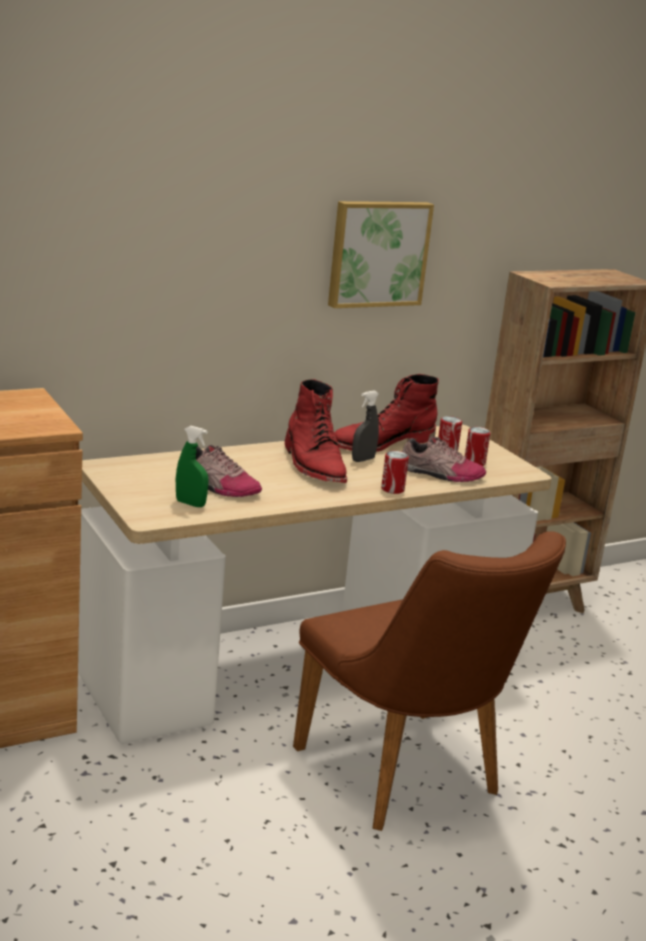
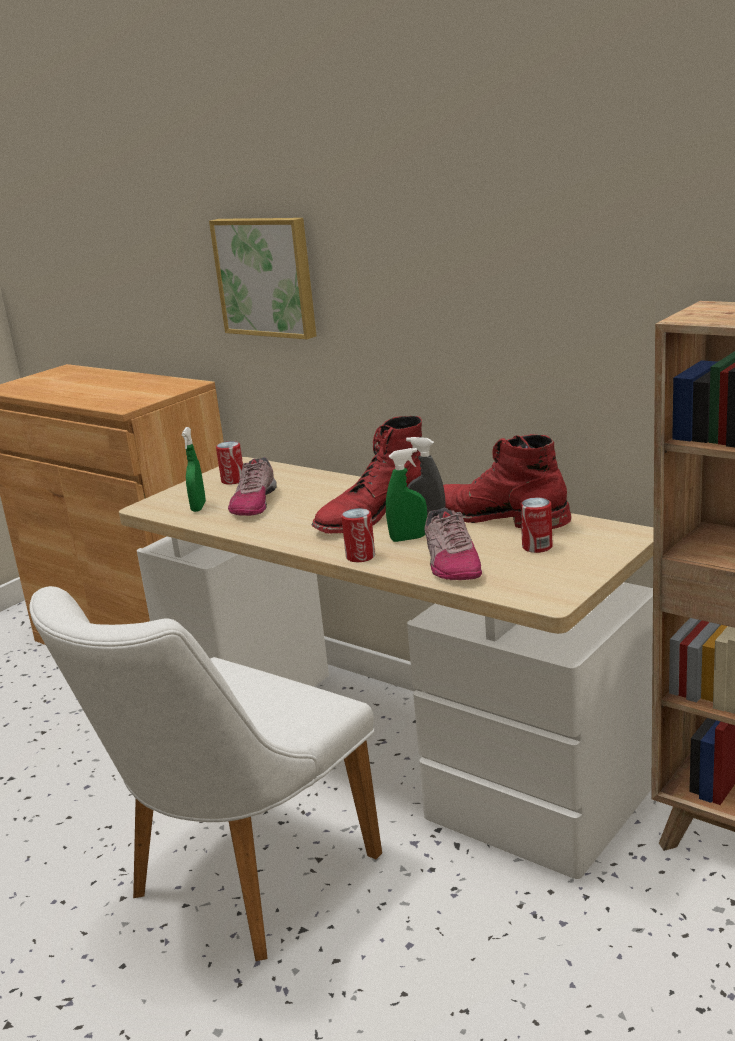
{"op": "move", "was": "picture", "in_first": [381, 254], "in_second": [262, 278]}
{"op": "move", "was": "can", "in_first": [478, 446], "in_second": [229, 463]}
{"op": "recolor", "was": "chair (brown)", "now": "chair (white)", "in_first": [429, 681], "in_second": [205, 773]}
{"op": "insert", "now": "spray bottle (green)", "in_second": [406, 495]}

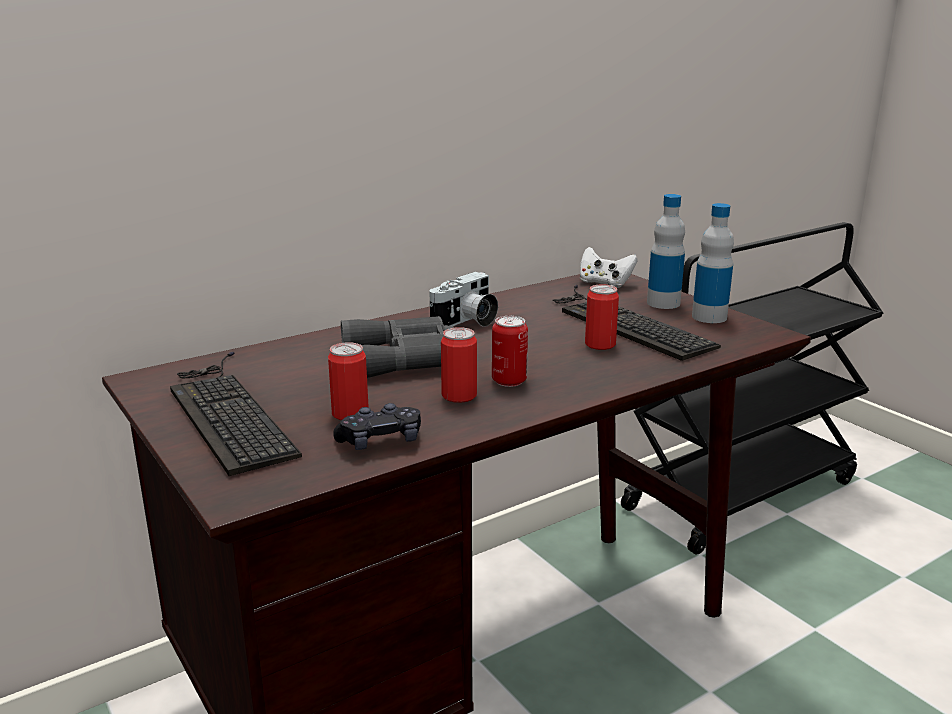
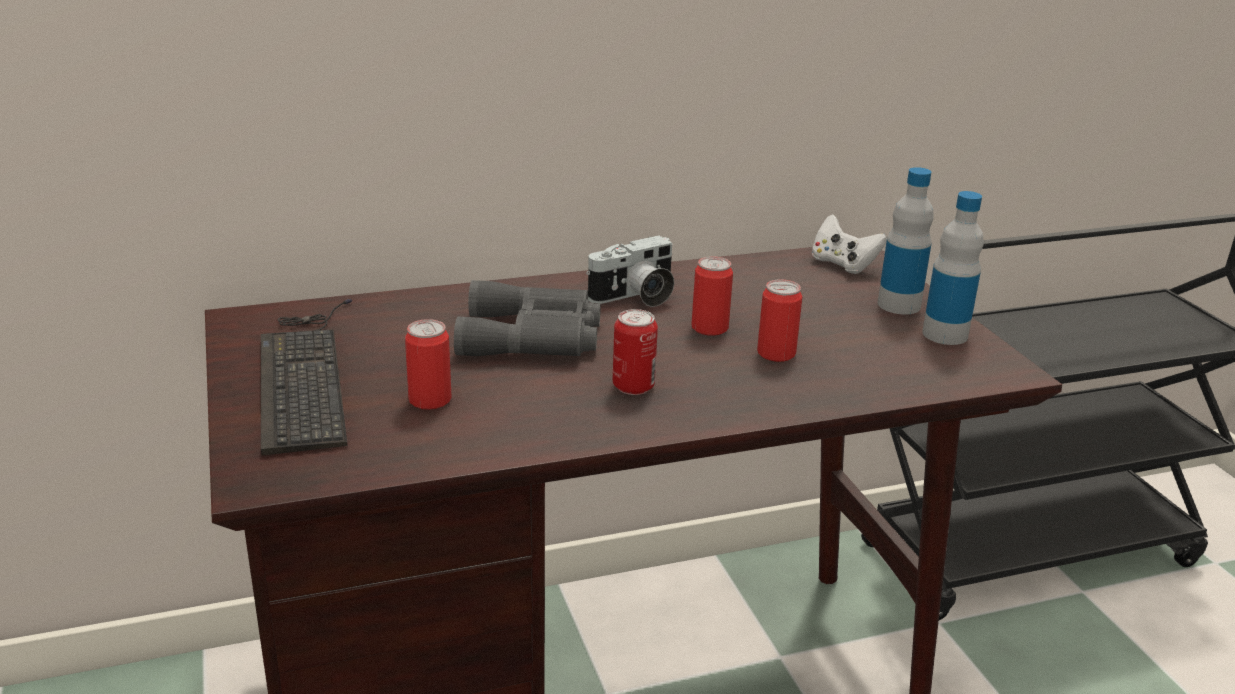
{"op": "delete", "was": "keyboard", "in_first": [636, 323]}
{"op": "move", "was": "can", "in_first": [459, 365], "in_second": [712, 296]}
{"op": "delete", "was": "game controller (black)", "in_first": [377, 426]}

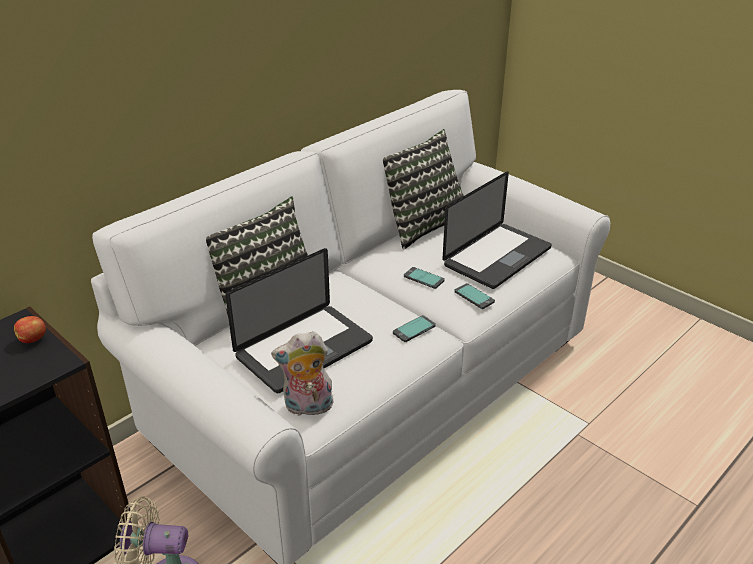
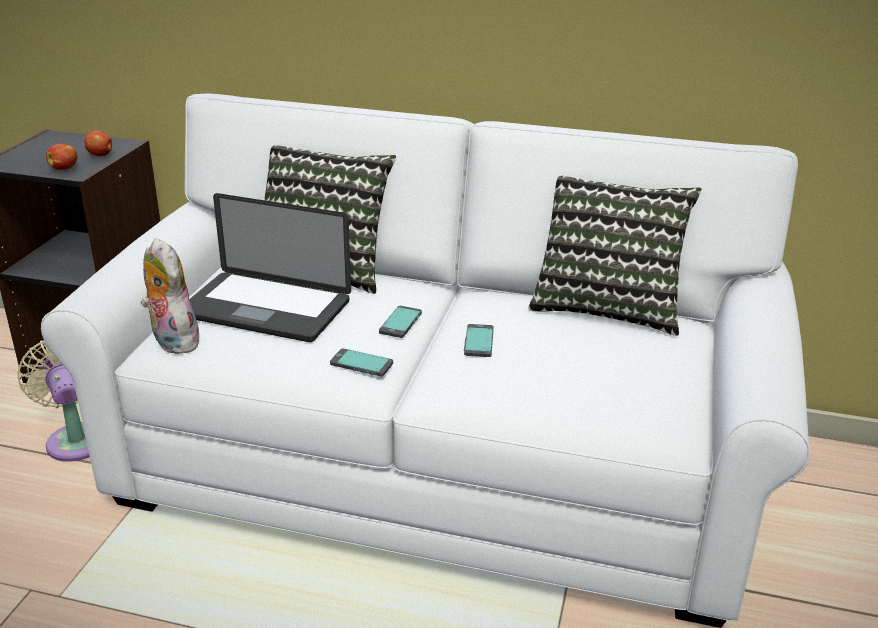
{"op": "delete", "was": "laptop", "in_first": [497, 230]}
{"op": "move", "was": "phone", "in_first": [475, 296], "in_second": [400, 322]}
{"op": "insert", "now": "apple", "in_second": [61, 157]}

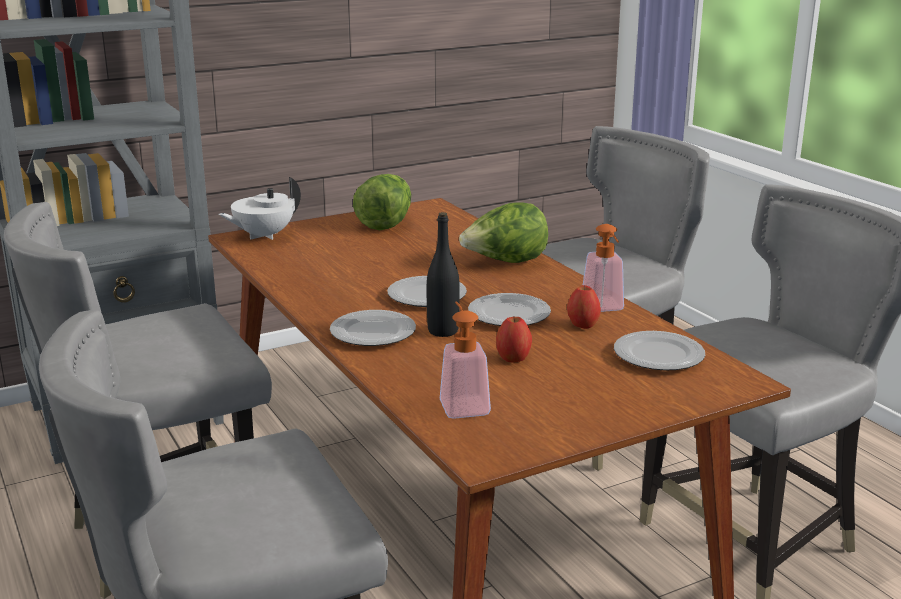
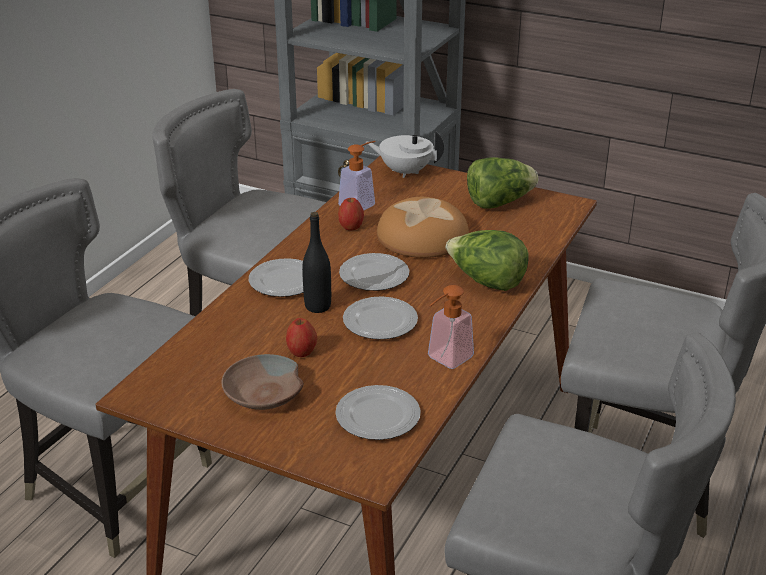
{"op": "move", "was": "apple", "in_first": [584, 307], "in_second": [351, 214]}
{"op": "move", "was": "soap dispenser", "in_first": [465, 360], "in_second": [357, 175]}
{"op": "insert", "now": "bread", "in_second": [423, 227]}
{"op": "insert", "now": "bowl (brown)", "in_second": [262, 382]}

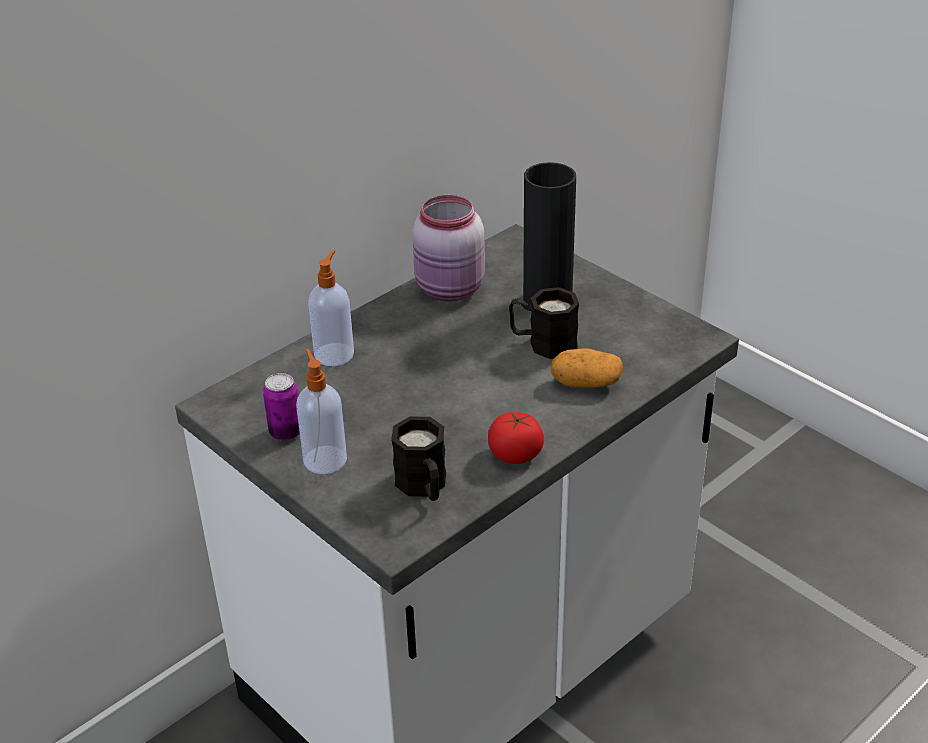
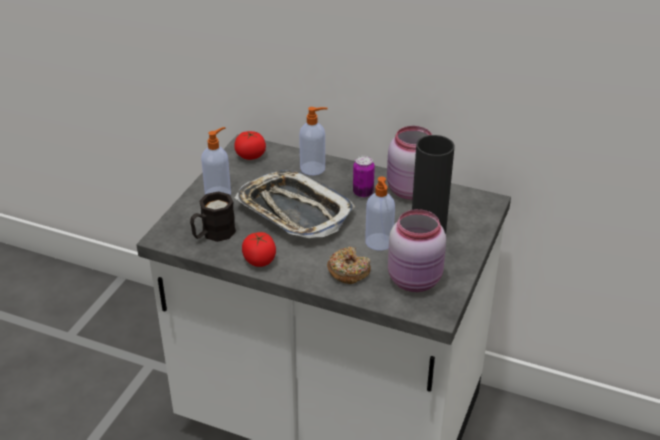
{"op": "replace", "was": "mug (black)", "now": "soap dispenser", "in_first": [544, 323], "in_second": [380, 213]}
{"op": "replace", "was": "potato", "now": "donut", "in_first": [587, 368], "in_second": [349, 265]}
{"op": "move", "was": "can", "in_first": [281, 407], "in_second": [364, 177]}
{"op": "insert", "now": "tomato", "in_second": [250, 145]}
{"op": "insert", "now": "tray", "in_second": [295, 204]}
{"op": "insert", "now": "jar (pink)", "in_second": [417, 250]}

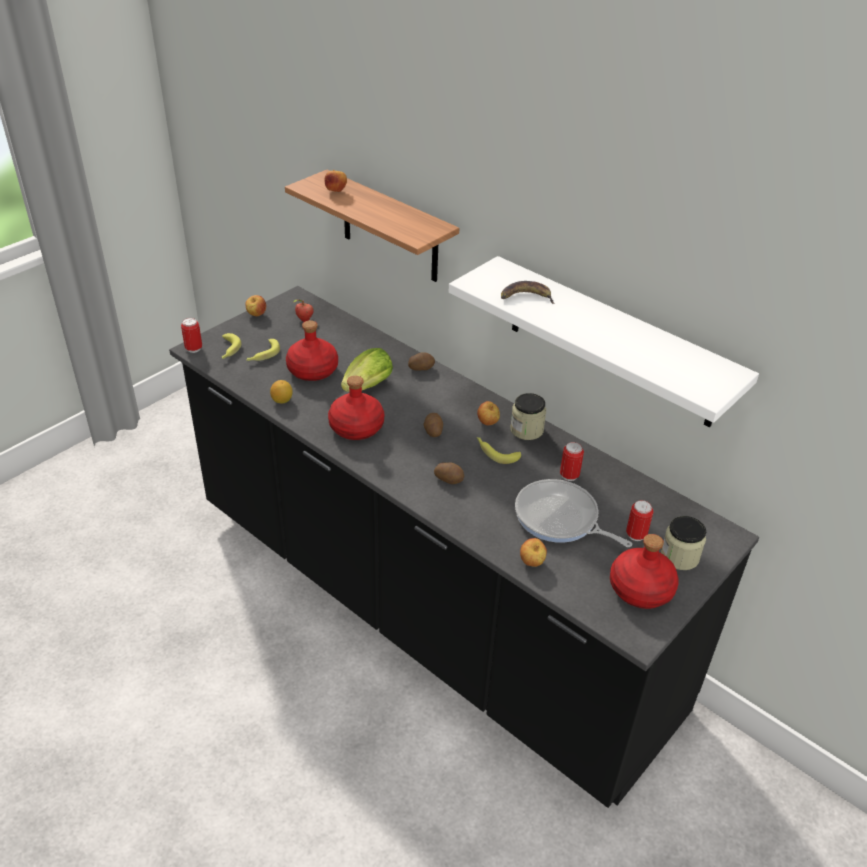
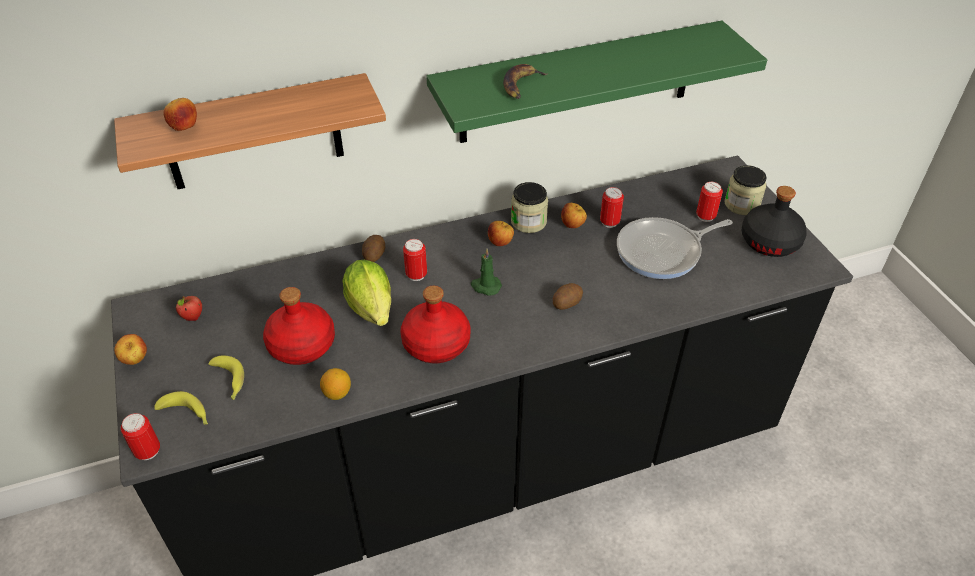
{"op": "recolor", "was": "shelf (white)", "now": "shelf (green)", "in_first": [604, 341], "in_second": [596, 82]}
{"op": "replace", "was": "potato", "now": "candle (green)", "in_first": [433, 425], "in_second": [486, 272]}
{"op": "delete", "was": "banana", "in_first": [499, 450]}
{"op": "recolor", "was": "bottle (red)", "now": "bottle (black)", "in_first": [644, 571], "in_second": [774, 221]}
{"op": "move", "was": "apple", "in_first": [533, 552], "in_second": [574, 215]}
{"op": "insert", "now": "can", "in_second": [415, 260]}

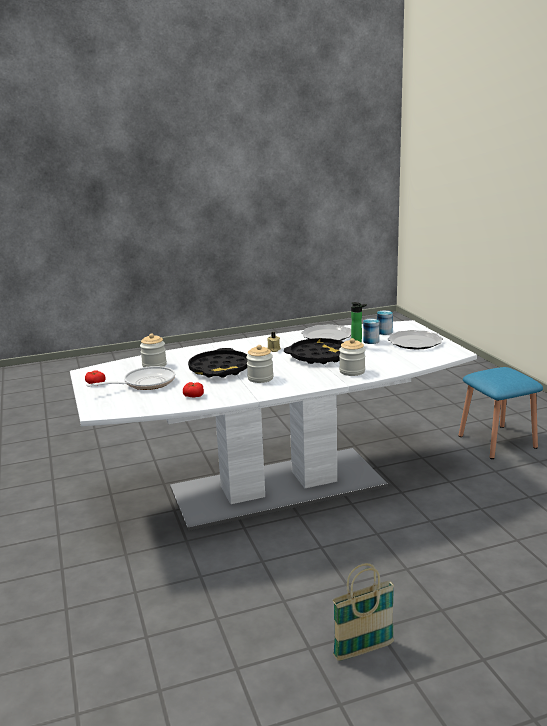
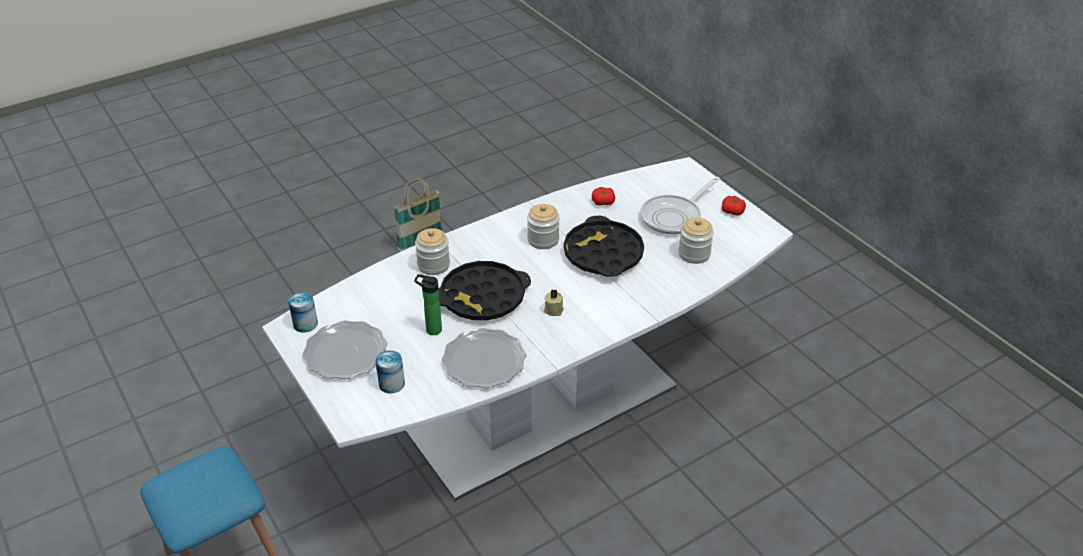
{"op": "move", "was": "can", "in_first": [371, 331], "in_second": [303, 312]}

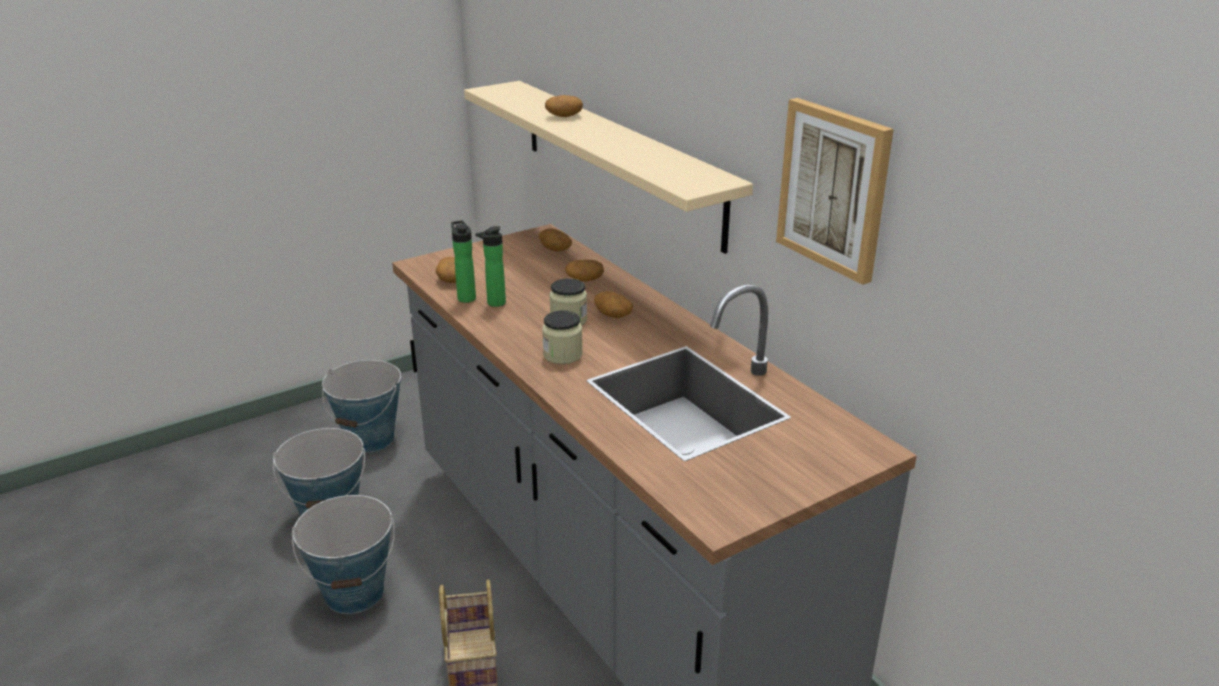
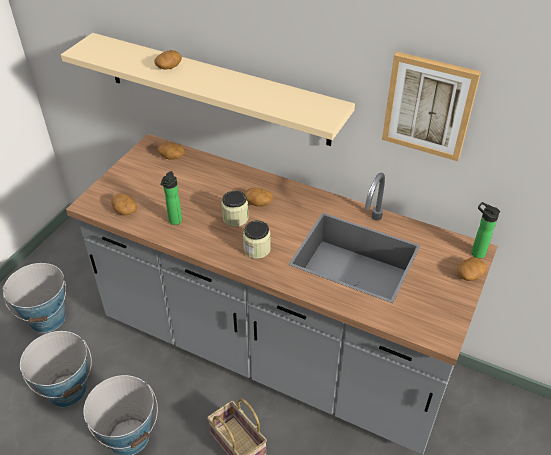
{"op": "move", "was": "bottle", "in_first": [463, 261], "in_second": [485, 230]}
{"op": "move", "was": "potato", "in_first": [584, 270], "in_second": [471, 269]}

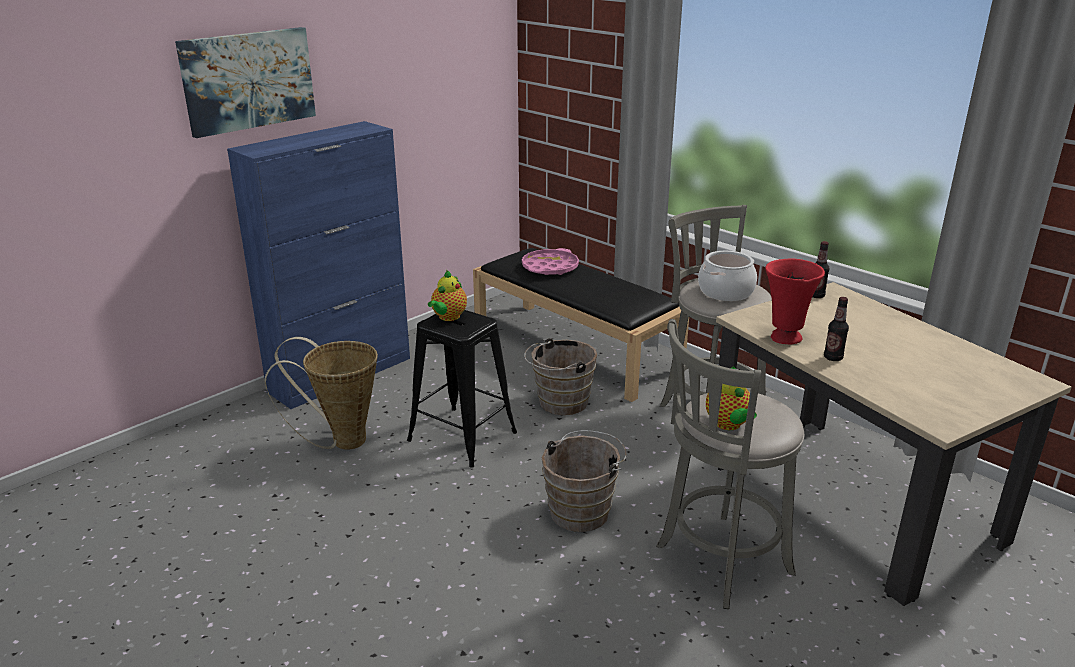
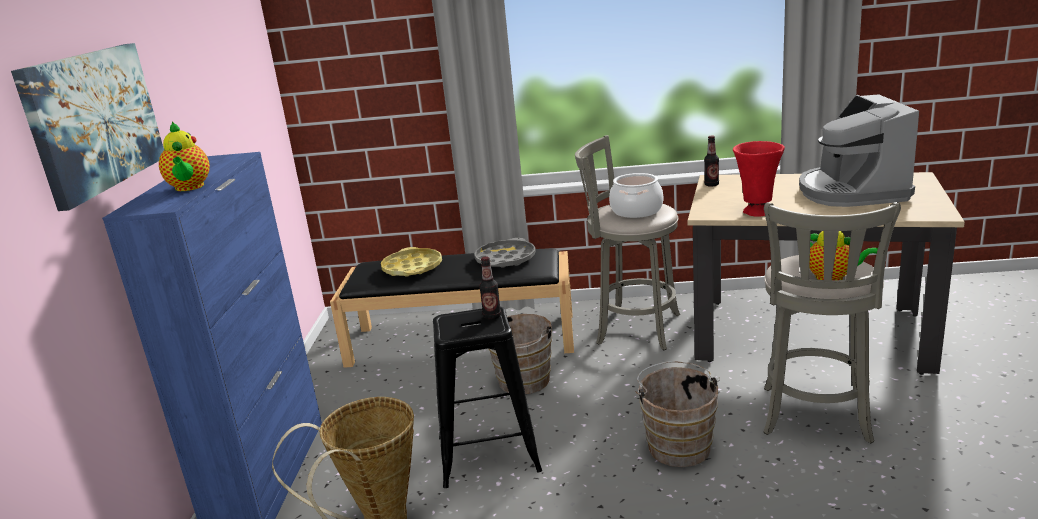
{"op": "recolor", "was": "tray (pink)", "now": "tray (yellow)", "in_first": [550, 261], "in_second": [411, 262]}
{"op": "move", "was": "teapot", "in_first": [447, 295], "in_second": [184, 156]}
{"op": "move", "was": "bottle", "in_first": [836, 329], "in_second": [490, 288]}
{"op": "insert", "now": "coffee machine", "in_second": [859, 150]}
{"op": "insert", "now": "tray (grey)", "in_second": [505, 253]}

